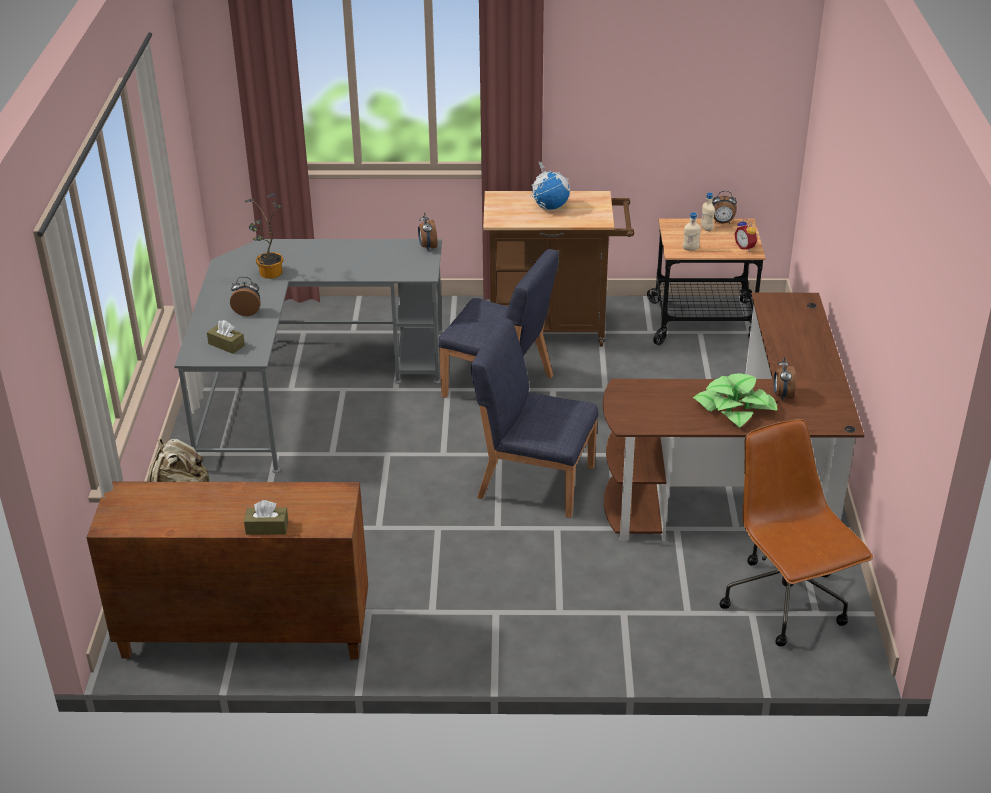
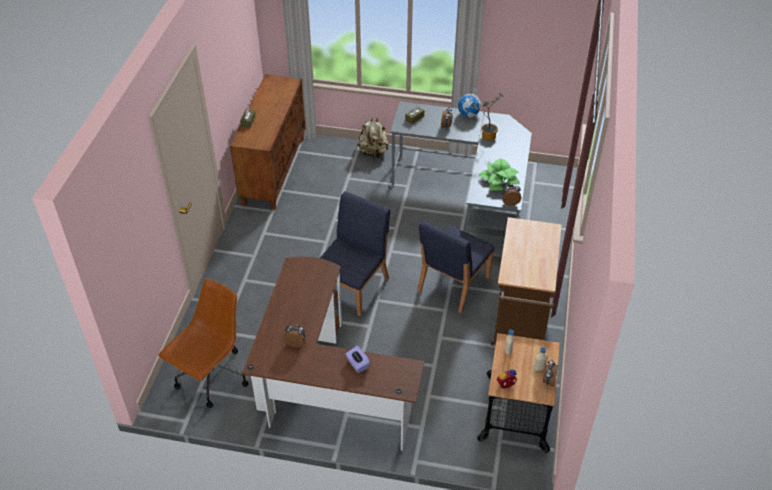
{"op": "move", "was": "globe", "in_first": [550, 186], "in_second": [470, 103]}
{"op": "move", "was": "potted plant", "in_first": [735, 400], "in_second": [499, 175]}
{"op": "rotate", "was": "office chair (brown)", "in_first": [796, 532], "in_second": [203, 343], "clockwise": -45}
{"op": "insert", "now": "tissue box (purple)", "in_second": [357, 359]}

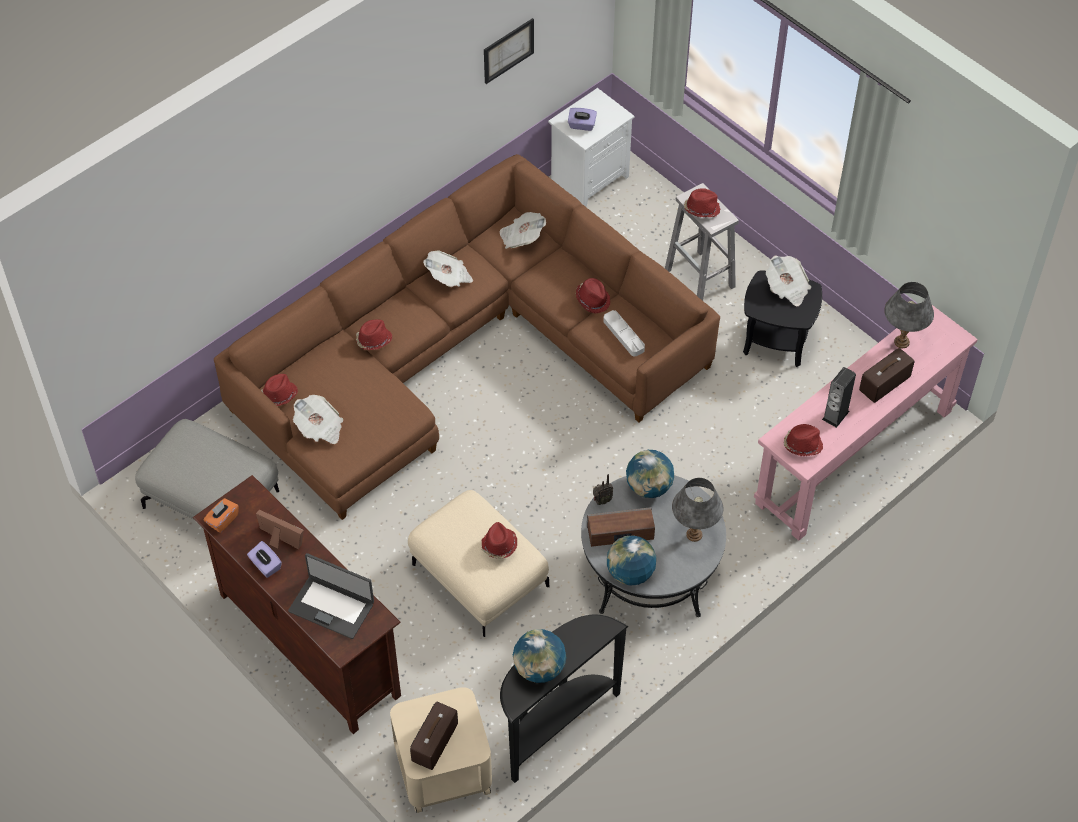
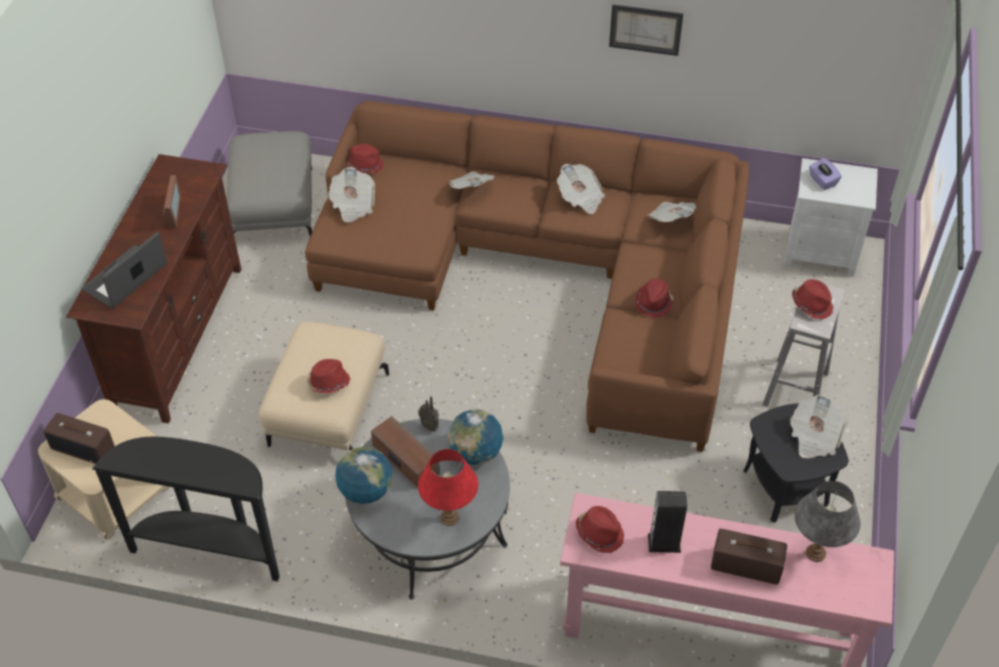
{"op": "move", "was": "picture", "in_first": [509, 51], "in_second": [646, 30]}
{"op": "delete", "was": "tray (grey)", "in_first": [624, 333]}
{"op": "replace", "was": "hat (red)", "now": "newspaper", "in_first": [374, 334], "in_second": [471, 180]}
{"op": "recolor", "was": "table lamp (grey)", "now": "table lamp (red)", "in_first": [697, 510], "in_second": [448, 487]}
{"op": "delete", "was": "tissue box (orange)", "in_first": [221, 515]}
{"op": "delete", "was": "tissue box (purple)", "in_first": [264, 559]}
{"op": "rotate", "was": "laptop", "in_first": [331, 596], "in_second": [124, 270], "clockwise": 45}
{"op": "delete", "was": "globe", "in_first": [539, 656]}
{"op": "rotate", "was": "radio", "in_first": [434, 736], "in_second": [79, 438], "clockwise": -150}

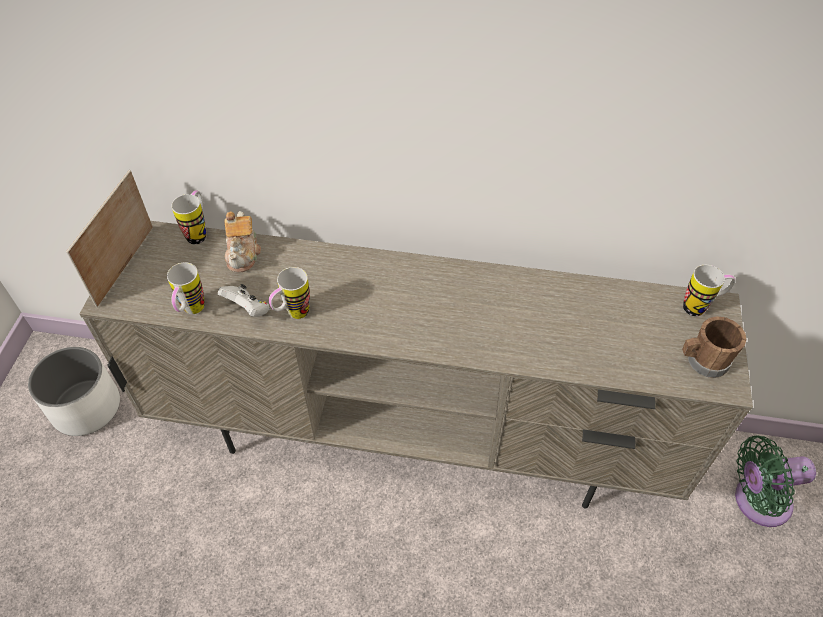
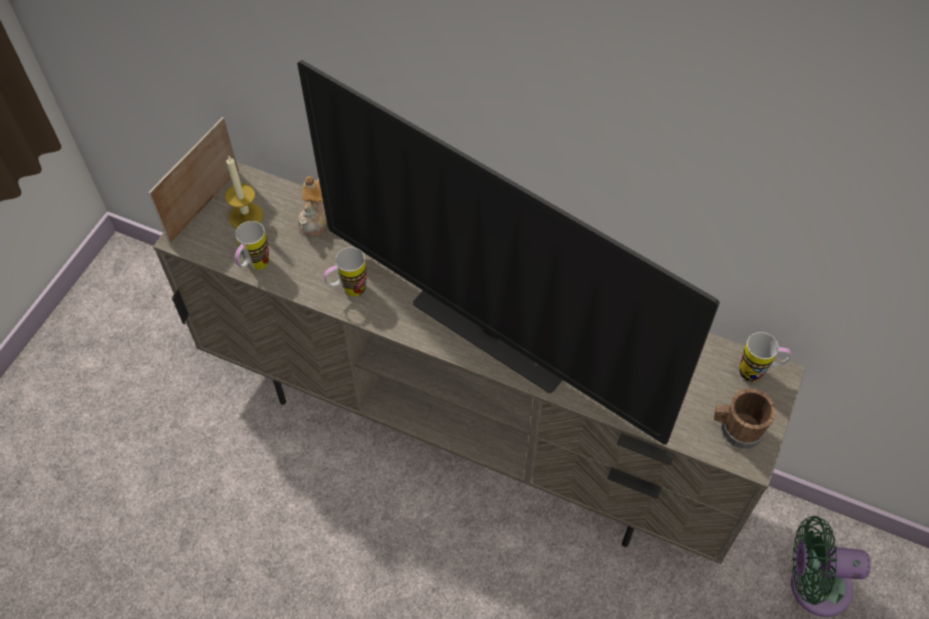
{"op": "delete", "was": "mug", "in_first": [188, 218]}
{"op": "delete", "was": "game controller (white)", "in_first": [244, 300]}
{"op": "delete", "was": "planter (white)", "in_first": [74, 391]}
{"op": "insert", "now": "television", "in_second": [508, 252]}
{"op": "insert", "now": "candle", "in_second": [244, 191]}

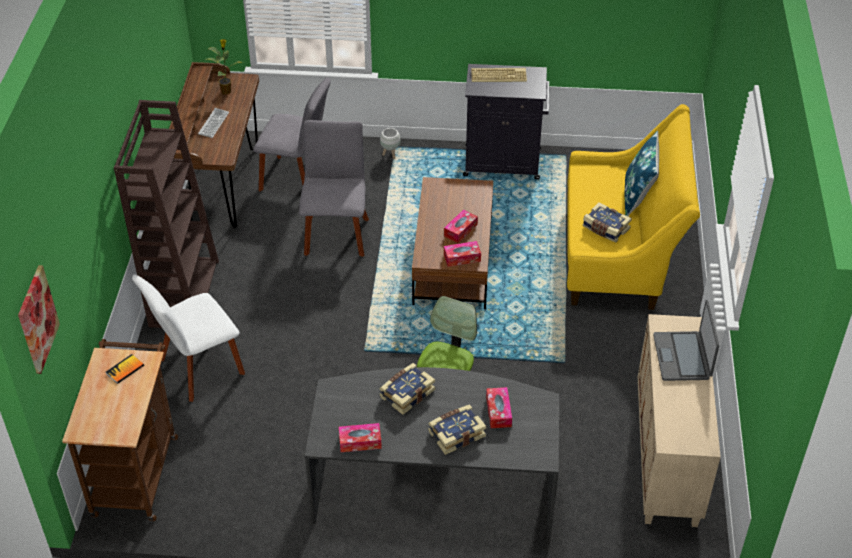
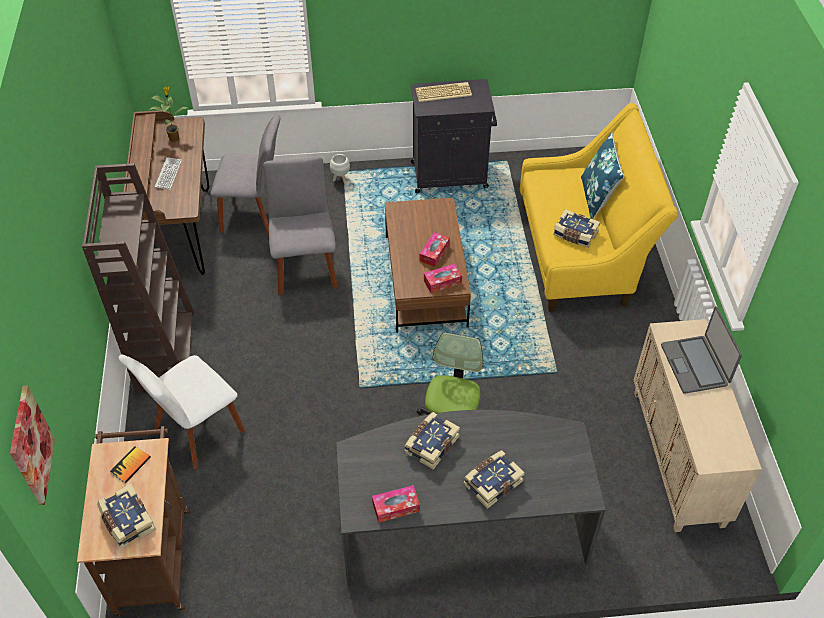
{"op": "delete", "was": "tissue box", "in_first": [499, 407]}
{"op": "insert", "now": "book", "in_second": [126, 516]}

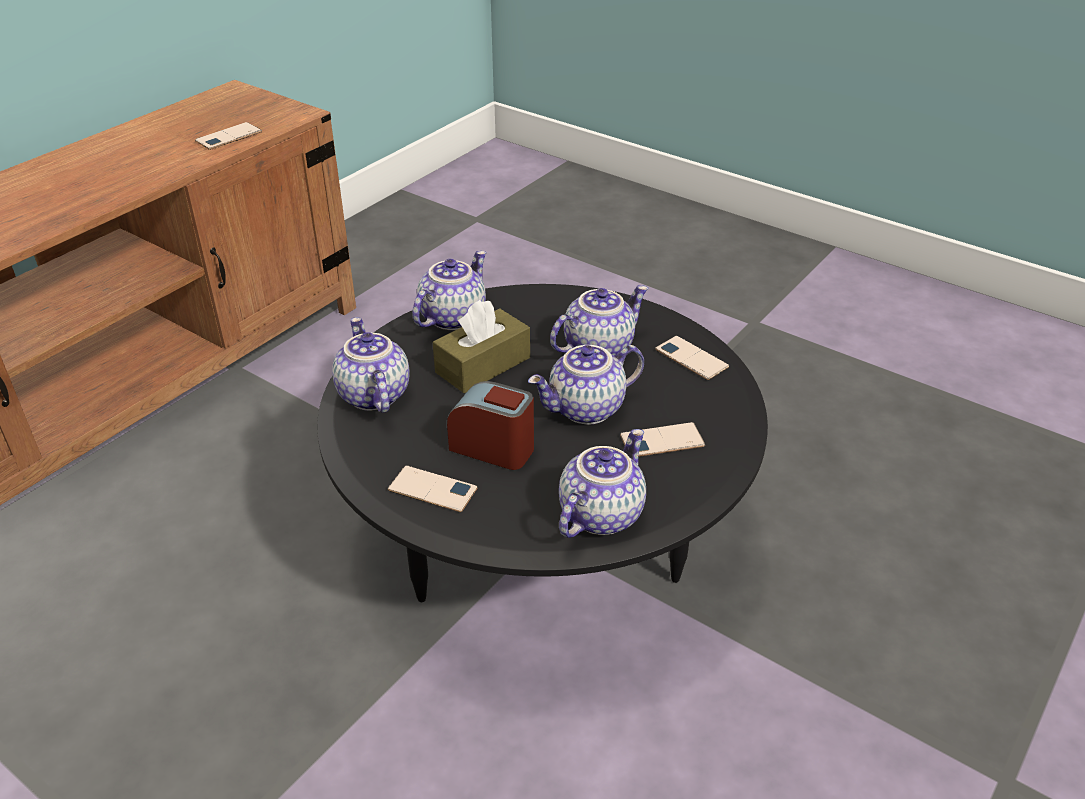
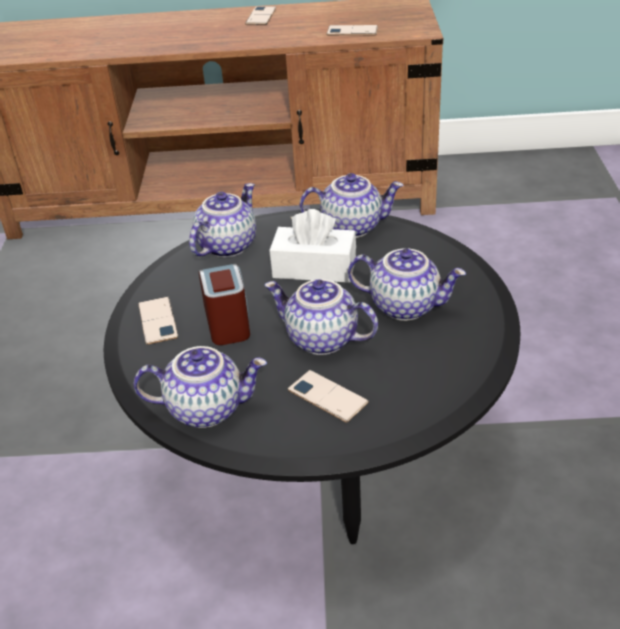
{"op": "recolor", "was": "tissue box (brown)", "now": "tissue box (white)", "in_first": [481, 346], "in_second": [312, 246]}
{"op": "move", "was": "phone", "in_first": [692, 358], "in_second": [260, 15]}

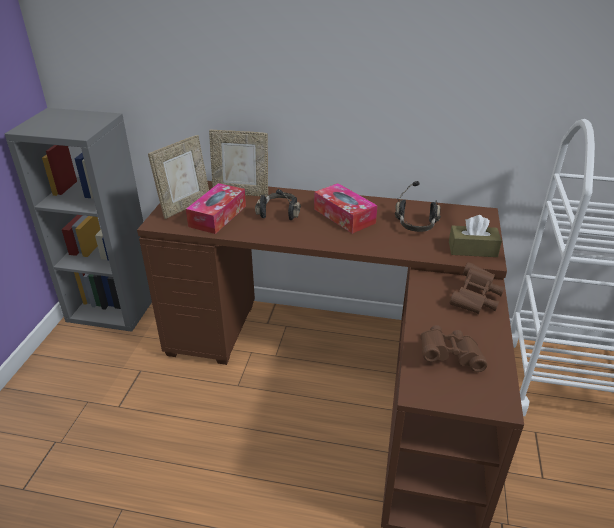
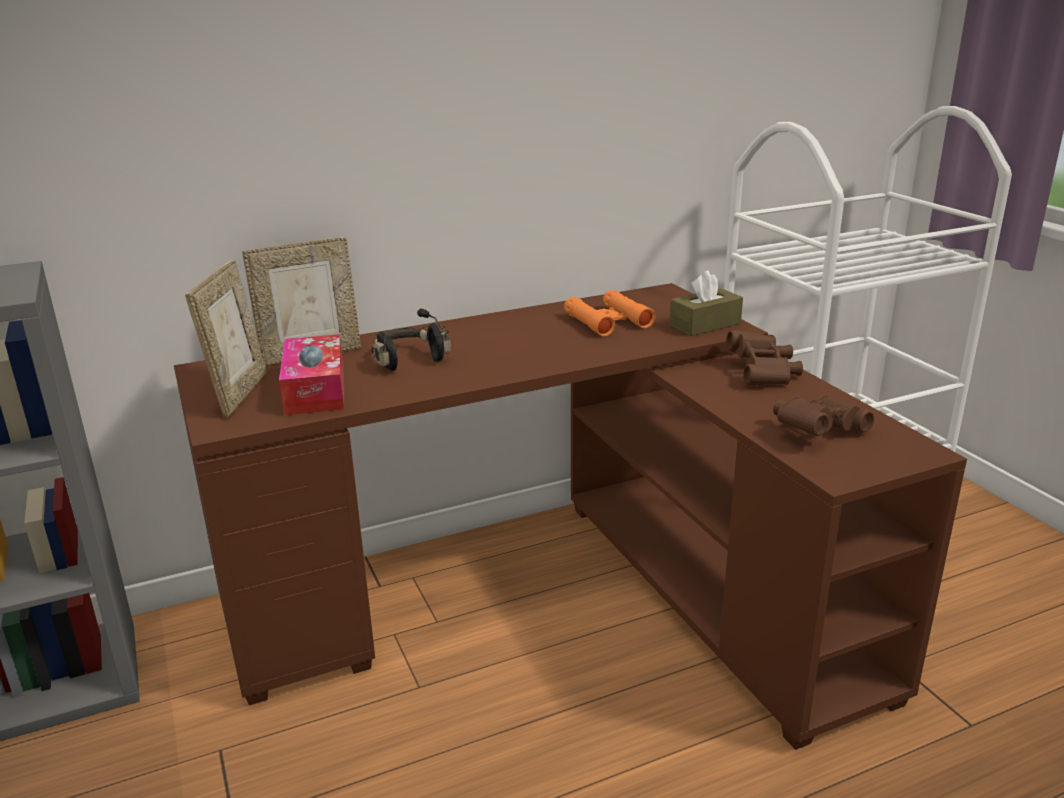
{"op": "replace", "was": "headphones (black)", "now": "binoculars (orange)", "in_first": [418, 206], "in_second": [609, 313]}
{"op": "delete", "was": "tissue box", "in_first": [345, 208]}

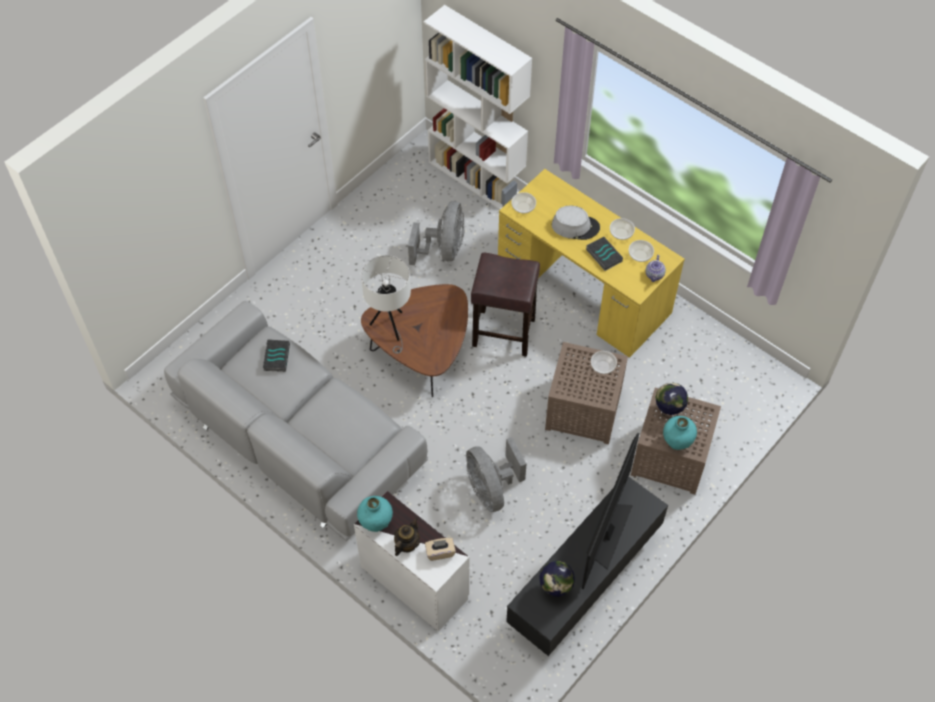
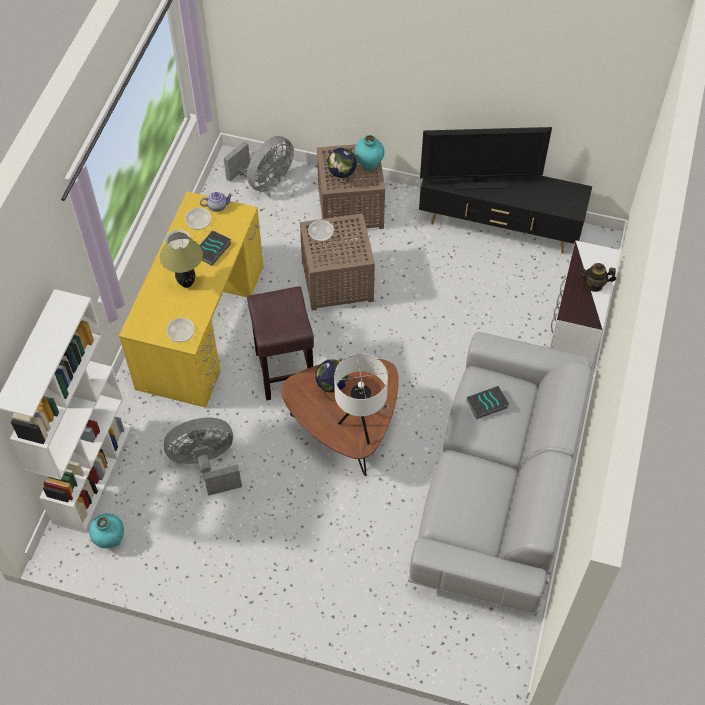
{"op": "replace", "was": "hat (grey)", "now": "table lamp", "in_first": [576, 223], "in_second": [181, 260]}
{"op": "move", "was": "book", "in_first": [276, 355], "in_second": [488, 403]}
{"op": "move", "was": "fan (grey)", "in_first": [496, 474], "in_second": [259, 164]}
{"op": "move", "was": "vase (turquoise)", "in_first": [375, 514], "in_second": [106, 531]}
{"op": "delete", "was": "tissue box (beige)", "in_first": [440, 549]}
{"op": "move", "was": "globe", "in_first": [557, 579], "in_second": [331, 380]}

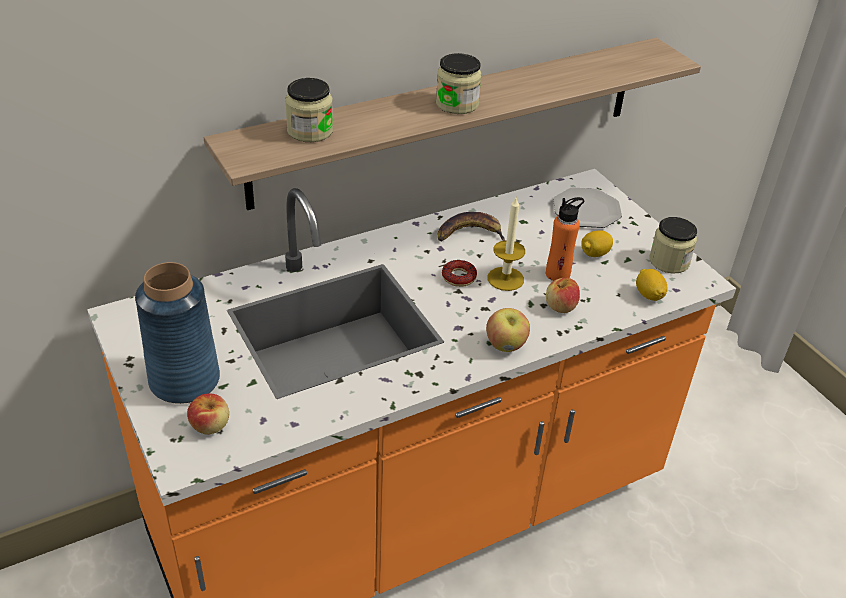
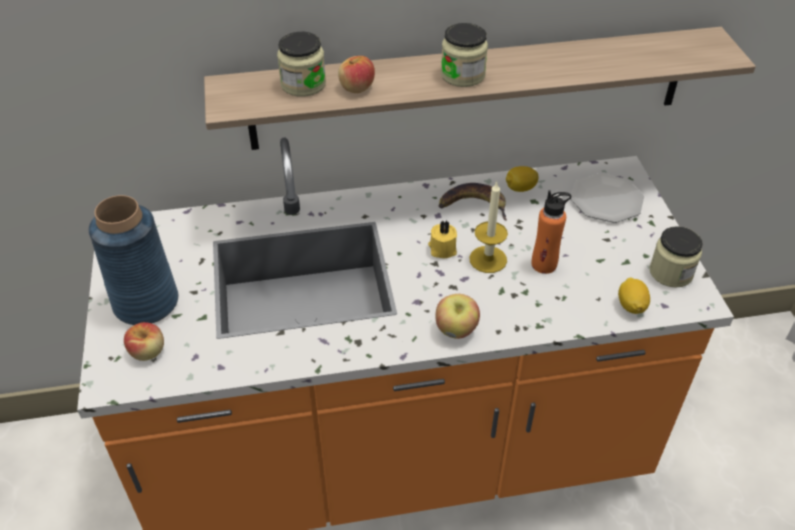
{"op": "move", "was": "lemon", "in_first": [597, 243], "in_second": [522, 179]}
{"op": "replace", "was": "donut", "now": "candle (yellow)", "in_first": [459, 273], "in_second": [442, 239]}
{"op": "move", "was": "apple", "in_first": [563, 295], "in_second": [356, 74]}

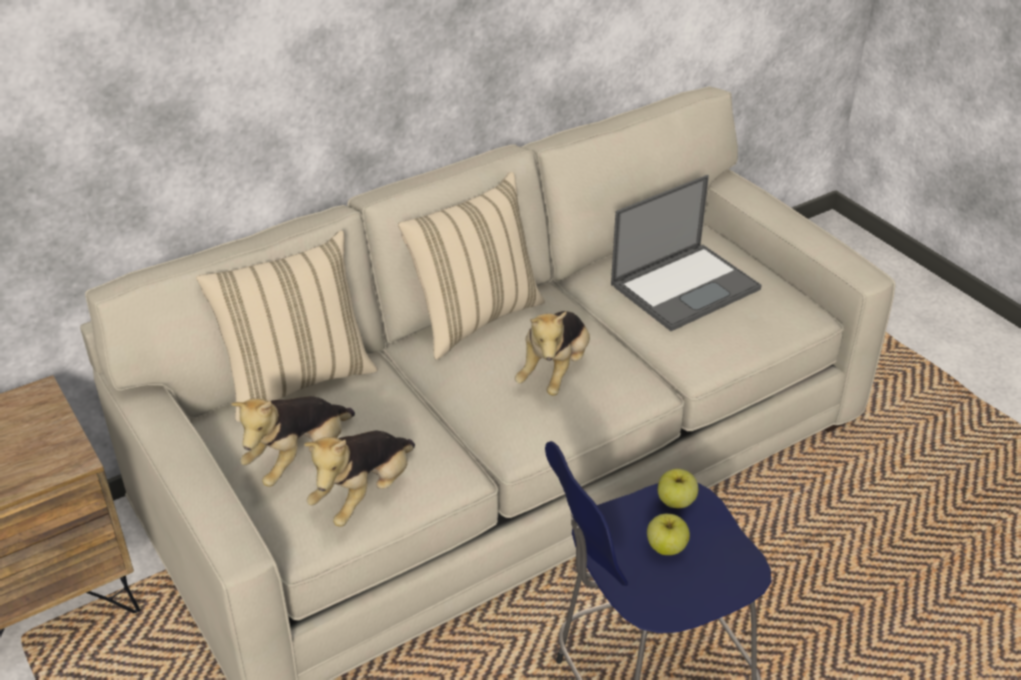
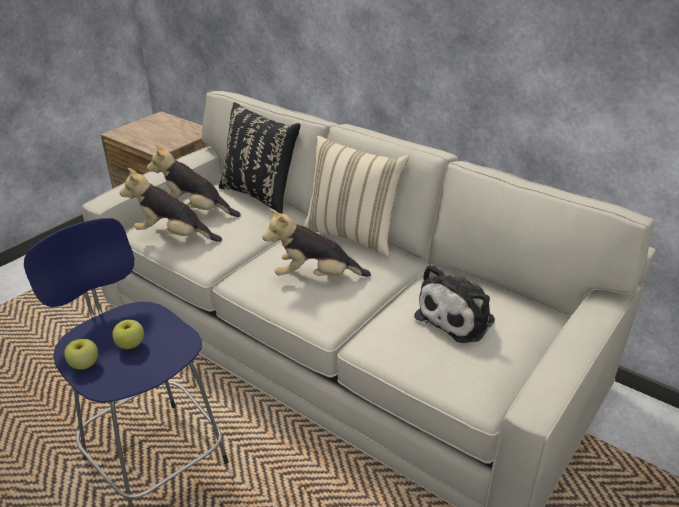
{"op": "replace", "was": "laptop", "now": "plush toy", "in_first": [686, 253], "in_second": [454, 303]}
{"op": "recolor", "was": "pillow (beige)", "now": "pillow (black)", "in_first": [287, 326], "in_second": [260, 158]}
{"op": "move", "was": "apple", "in_first": [678, 488], "in_second": [81, 354]}

